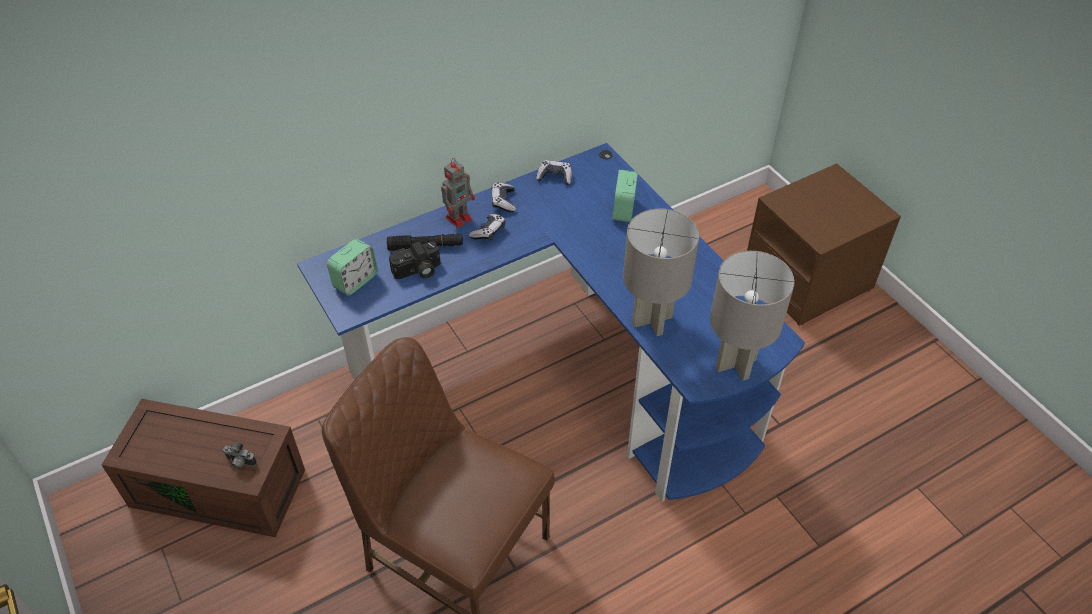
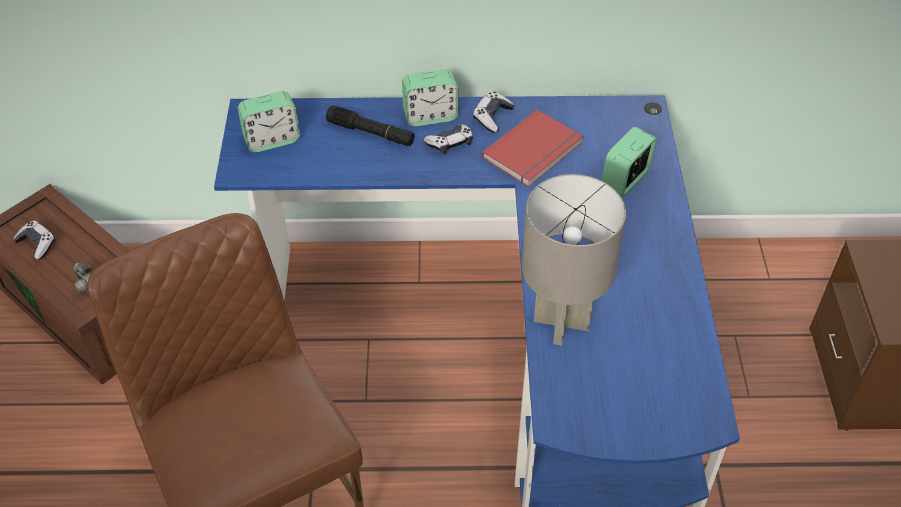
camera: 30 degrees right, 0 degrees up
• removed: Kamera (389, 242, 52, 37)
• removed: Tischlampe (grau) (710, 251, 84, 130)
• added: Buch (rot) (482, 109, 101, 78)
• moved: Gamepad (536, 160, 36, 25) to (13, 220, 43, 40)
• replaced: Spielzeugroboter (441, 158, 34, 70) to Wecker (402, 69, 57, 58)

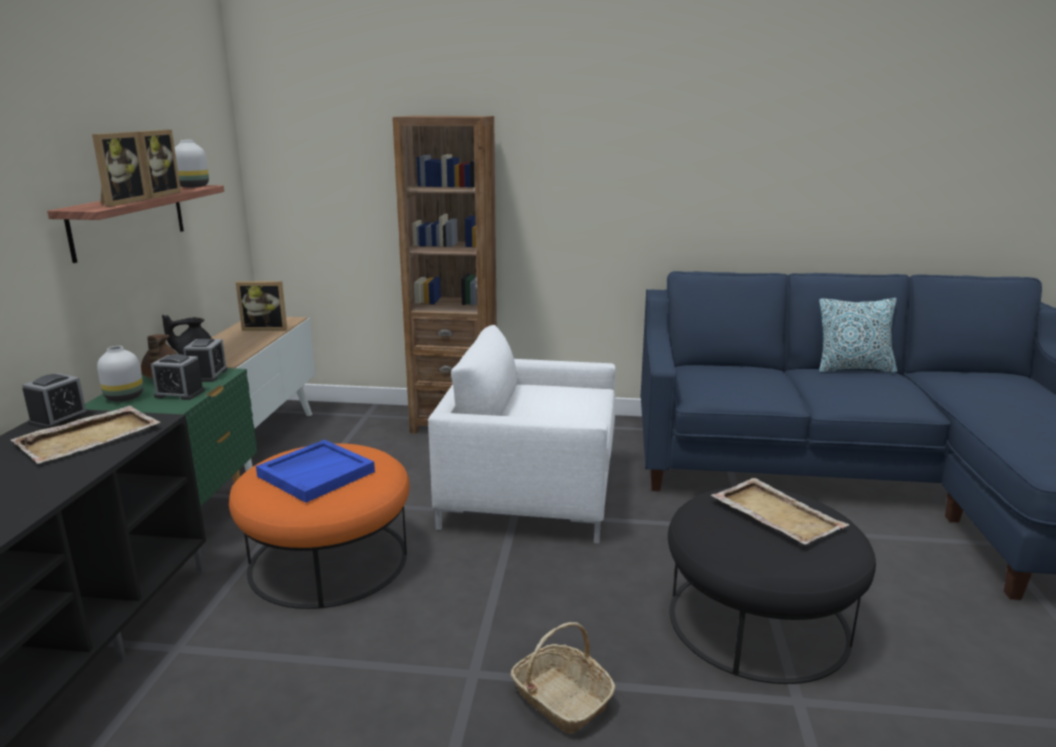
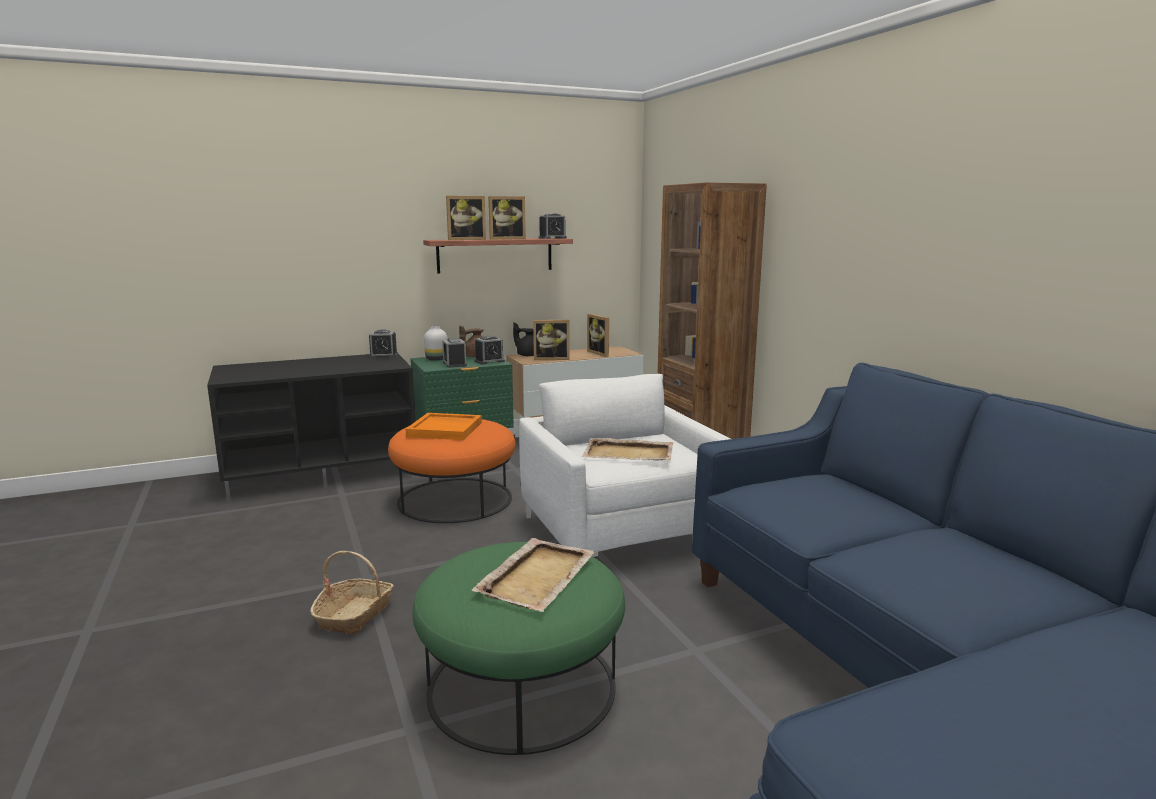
camera: 60 degrees right, 5 degrees down
• removed: Kissen (819, 298, 78, 75)
• added: Bilderrahmen (533, 320, 37, 40)
• moved: Tablett (beige) (11, 406, 150, 58) to (582, 438, 91, 22)
• replaced: Vase (weiß) (175, 140, 34, 48) to Wecker (539, 213, 28, 26)
• recoloured: Tablett (blau) (256, 440, 119, 63) to Tablett (orange) (406, 413, 76, 27)
• recoloured: Polsterhocker (schwarz) (668, 487, 208, 197) to Polsterhocker (grün) (412, 542, 213, 213)

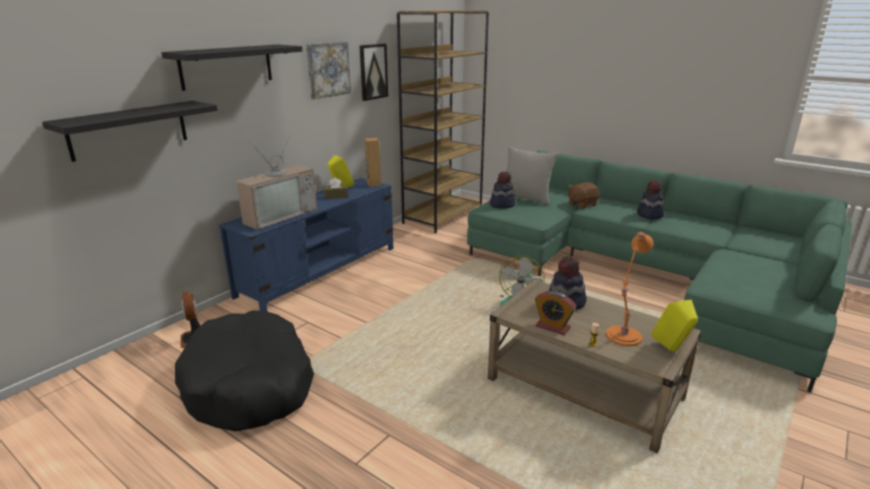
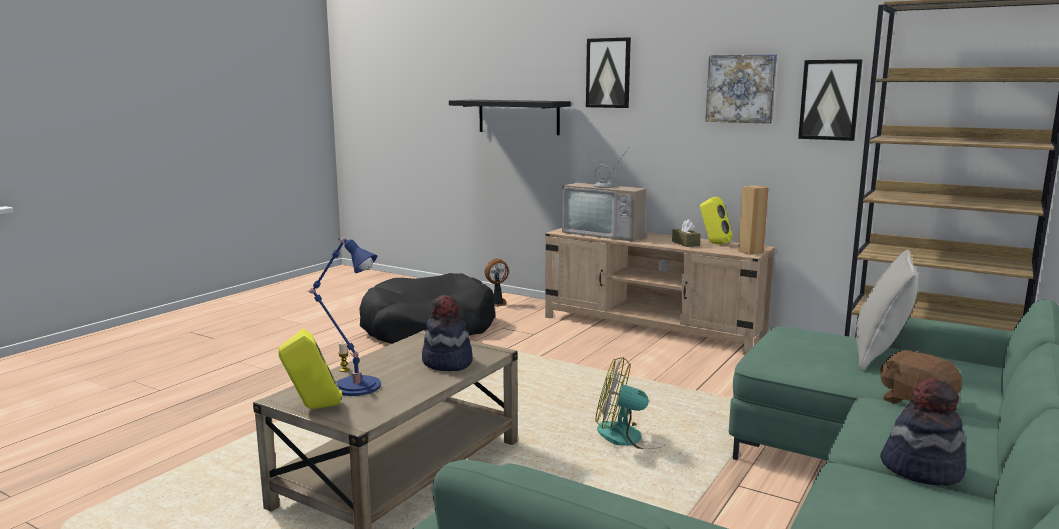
camera: 85 degrees right, 10 degrees down
• removed: Hut (490, 172, 26, 36)
• removed: Wecker (535, 290, 41, 45)
• replaced: Wandregal (schwarz) (161, 45, 141, 46) to Bild (586, 37, 45, 71)
• recoloured: Fernsehschrank (blau) (219, 178, 174, 133) to Fernsehschrank (beige) (545, 228, 230, 127)
• recoloured: Tischlampe (orange) (606, 232, 48, 114) to Tischlampe (blau) (309, 237, 72, 159)

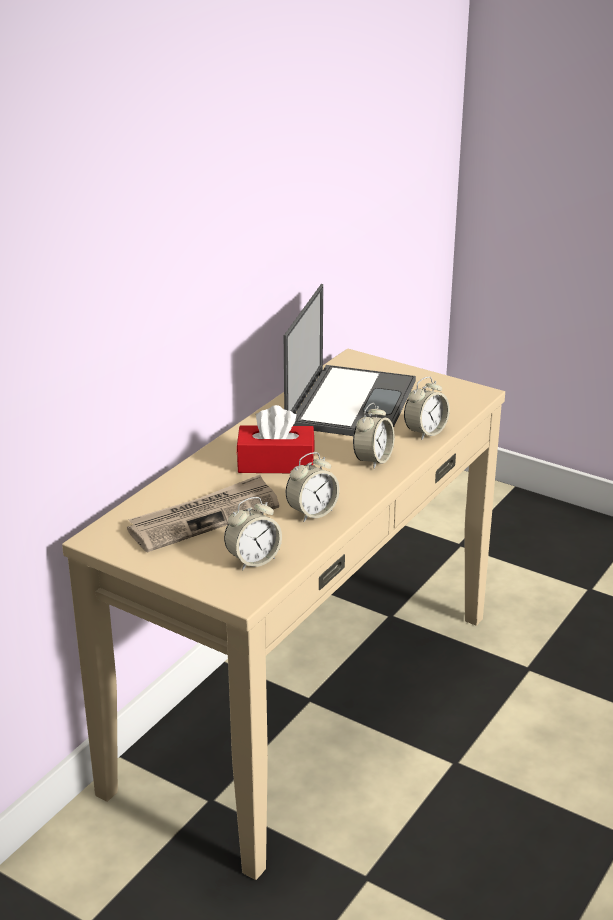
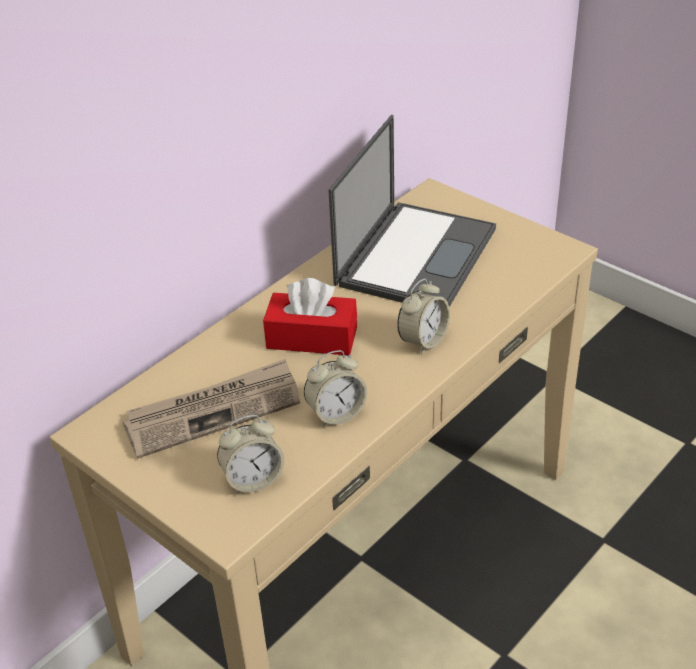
camera: 10 degrees right, 10 degrees up
• removed: Wecker (404, 377, 46, 63)

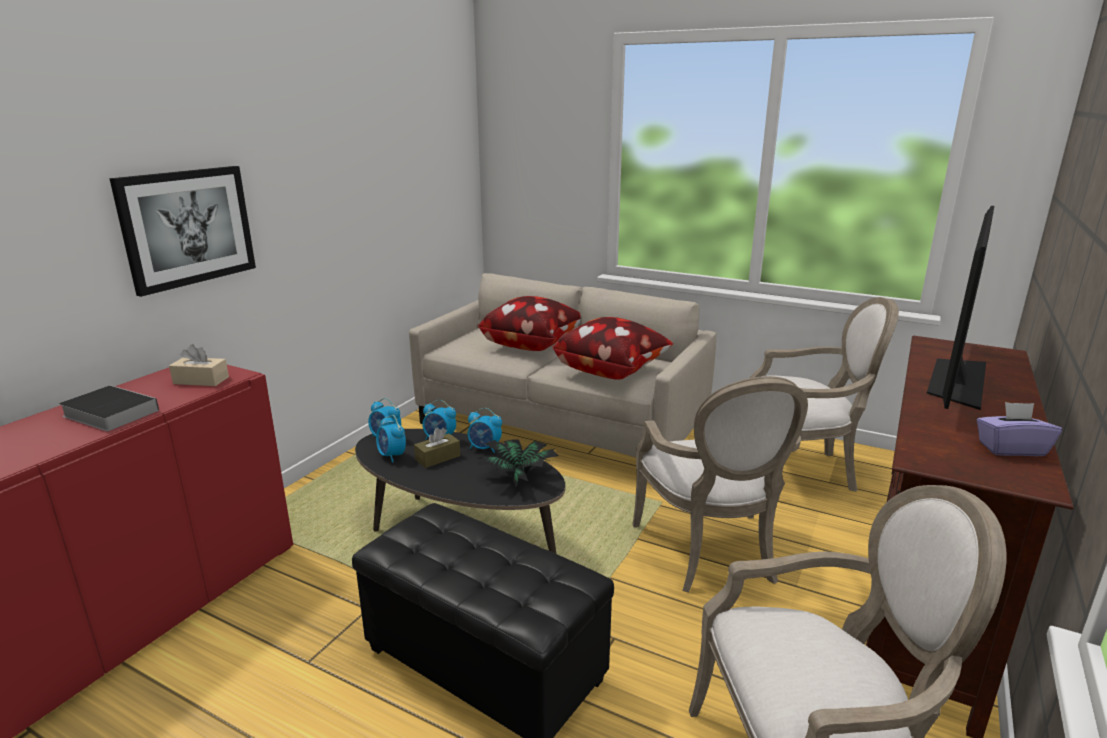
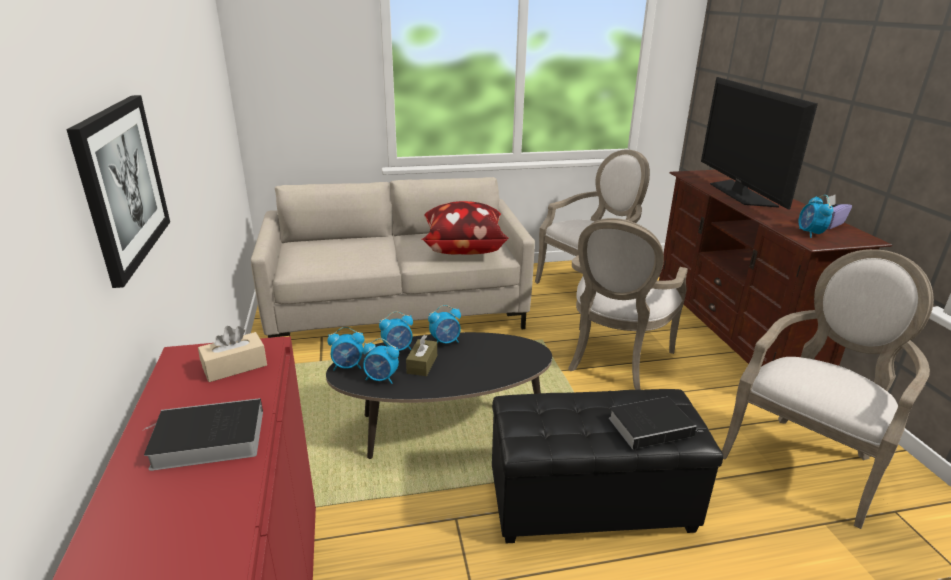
camera: 40 degrees left, 5 degrees up
• removed: Kissen (477, 296, 104, 55)
• removed: Topfpflanze (477, 439, 82, 48)
• added: Buch (609, 397, 95, 52)
• added: Wecker (799, 195, 34, 43)
• turned: Sessel (632, 376, 176, 216) = (568, 218, 120, 172) 75 degrees clockwise

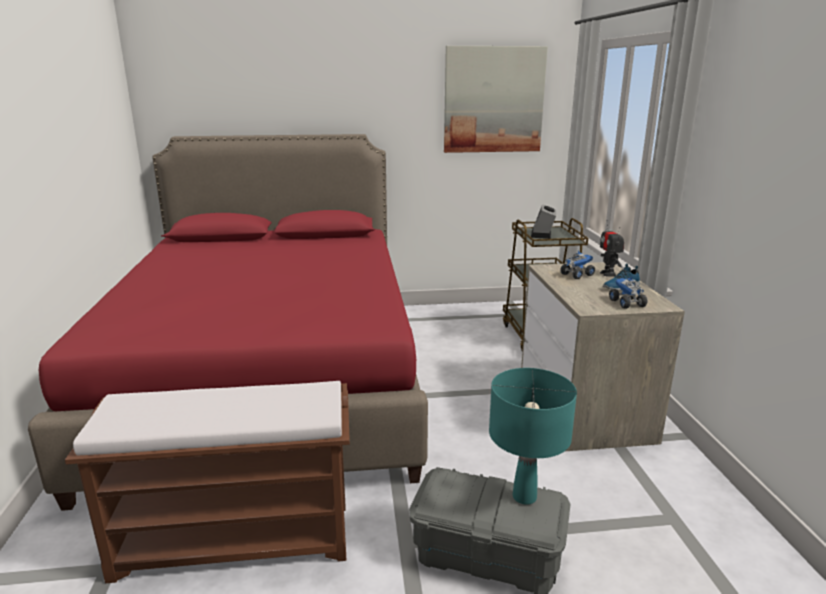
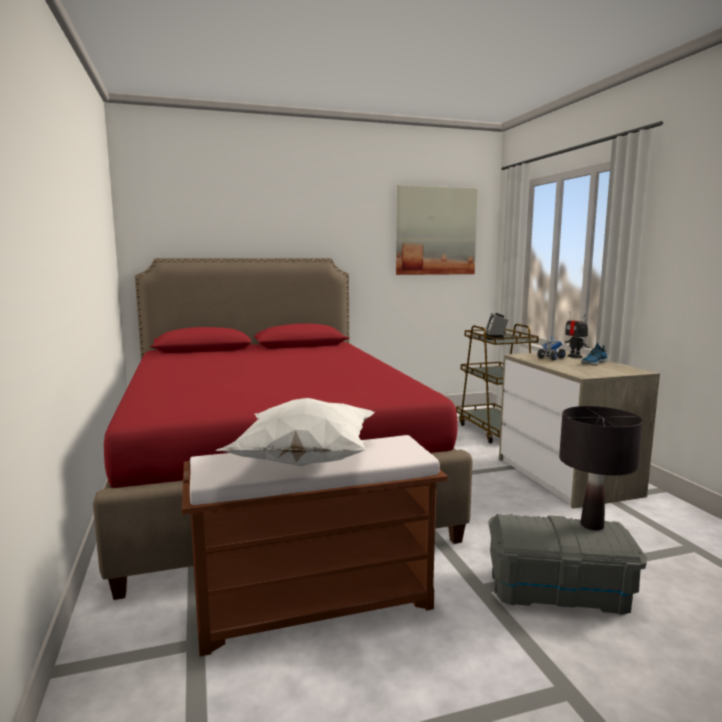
camera: 10 degrees left, 10 degrees down
• removed: Spielzeuglaster (609, 276, 38, 33)
• added: Kissen (weiß) (216, 398, 159, 68)
• recoloured: Tischlampe (türkis) (489, 368, 88, 137) to Tischlampe (schwarz) (559, 406, 84, 124)

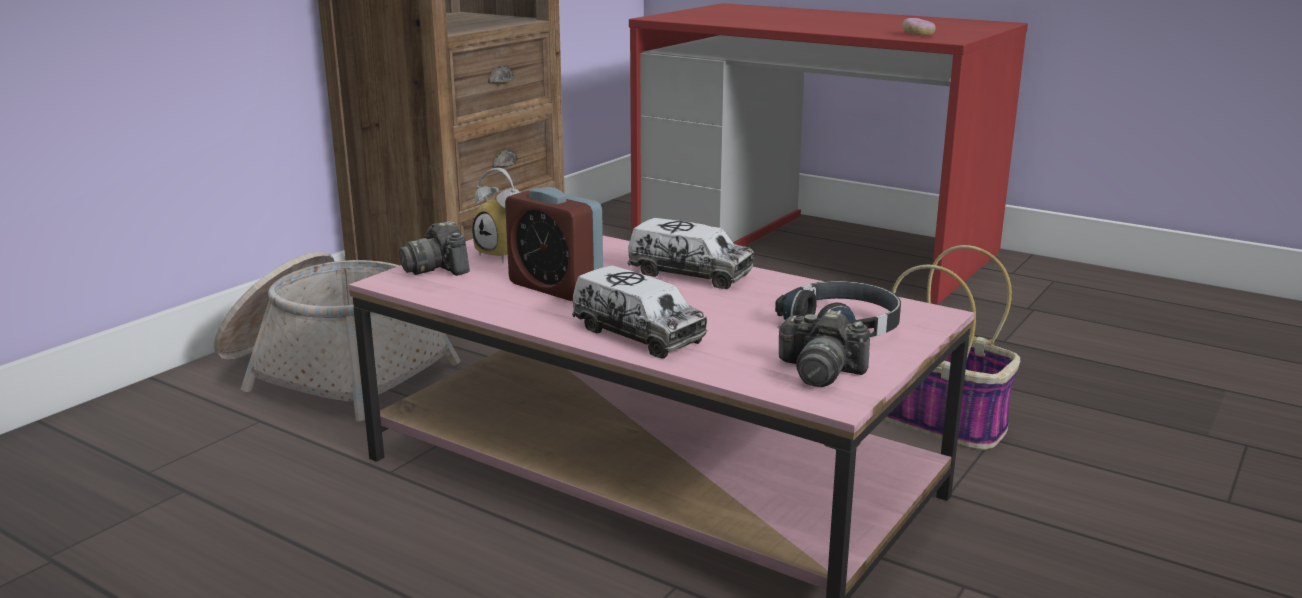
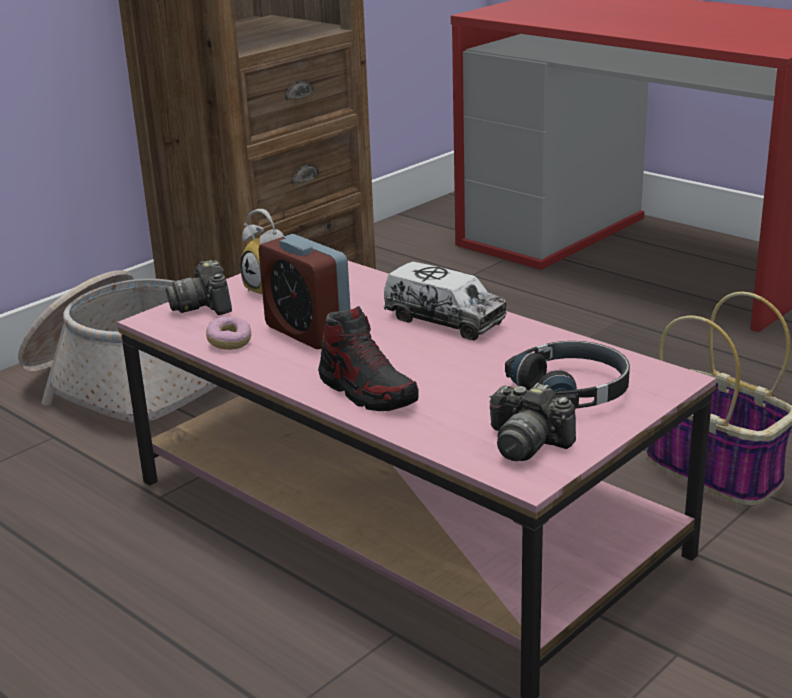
camera: 10 degrees right, 5 degrees up
• moved: Donut (902, 18, 33, 18) to (206, 317, 45, 33)
• replaced: Spielzeuglaster (572, 265, 135, 94) to Schuh (318, 306, 100, 105)

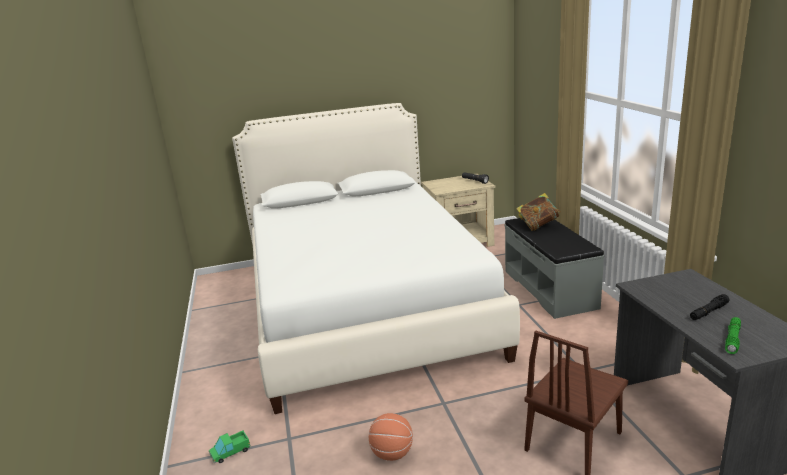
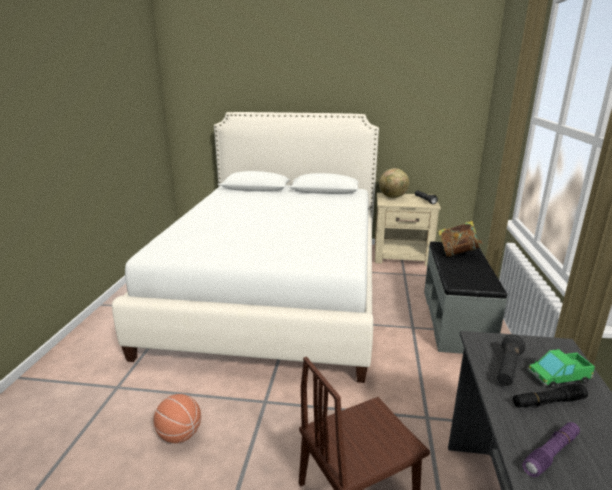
camera: 20 degrees right, 0 degrees up
• added: Globus (379, 168, 30, 30)
• added: Taschenlampe (schwarz) (498, 334, 27, 52)
• moved: Spielzeuglaster (209, 431, 42, 32) to (528, 349, 67, 39)
• recoloured: Taschenlampe (grün) (725, 317, 16, 37) to Taschenlampe (lila) (522, 422, 58, 55)

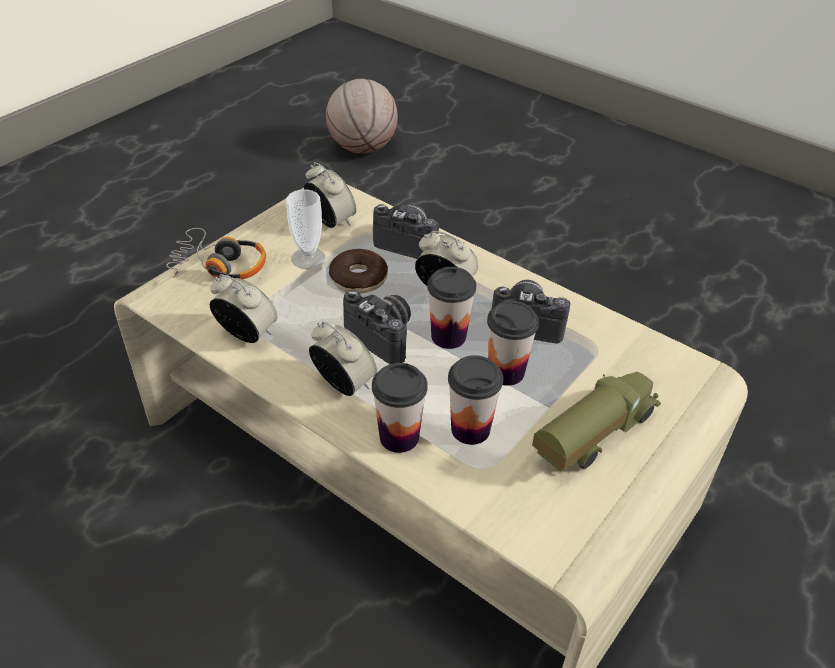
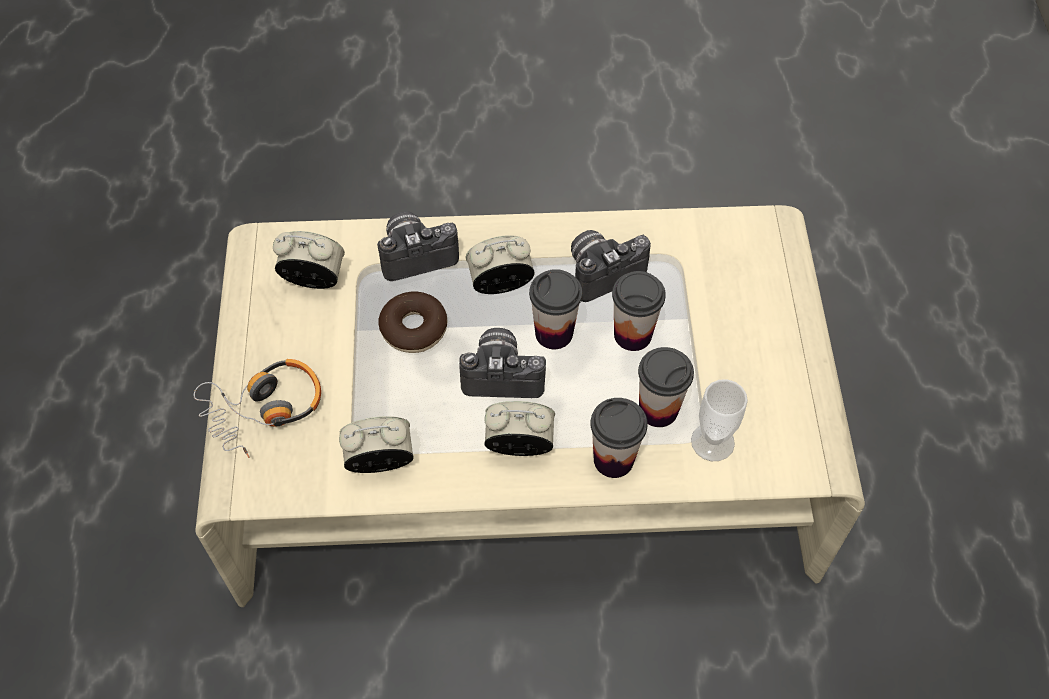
camera: 40 degrees left, 15 degrees up
• removed: Basketball (326, 79, 72, 75)
• removed: Spielzeuglaster (532, 372, 129, 100)
• moved: Tasse (286, 189, 40, 80) to (691, 379, 57, 82)

